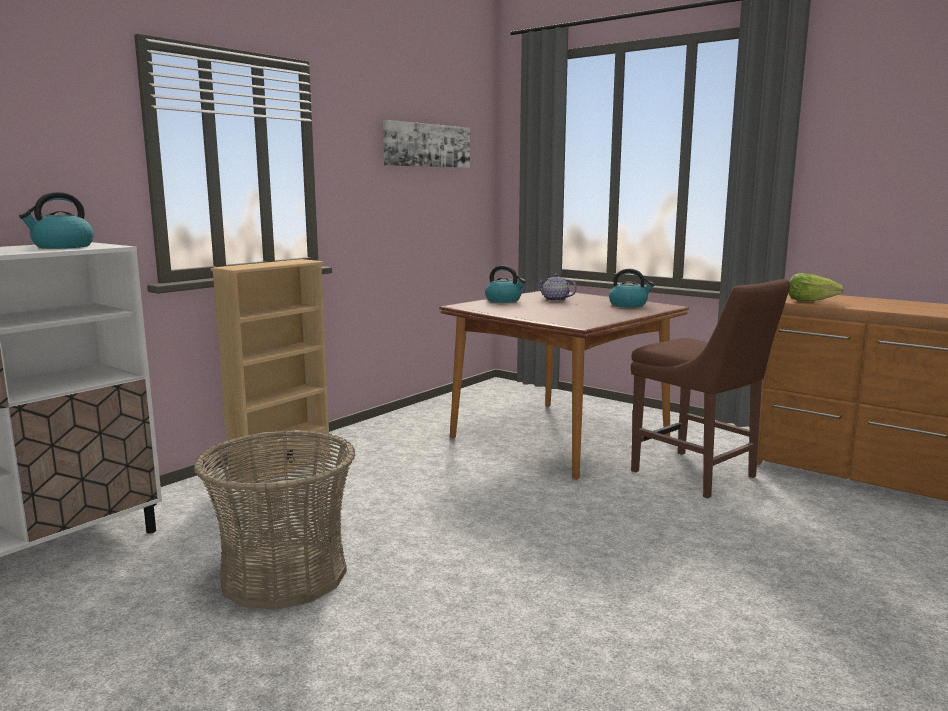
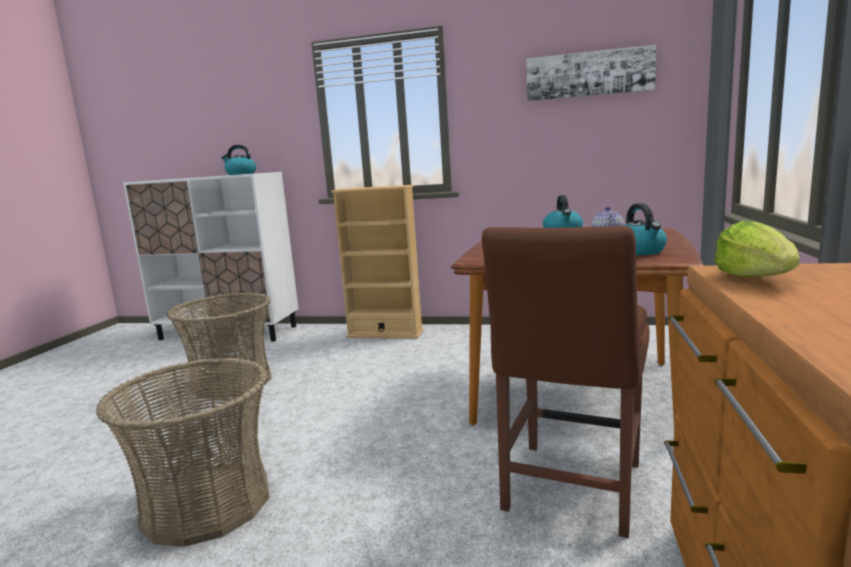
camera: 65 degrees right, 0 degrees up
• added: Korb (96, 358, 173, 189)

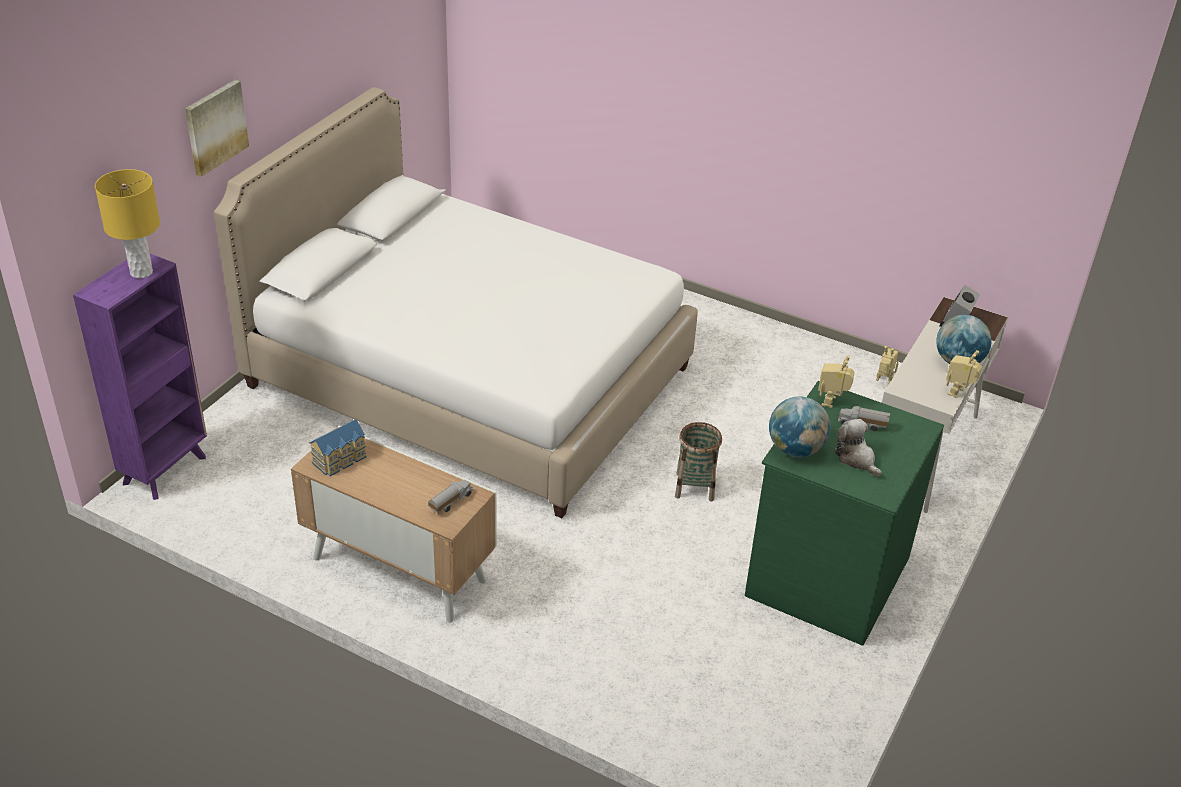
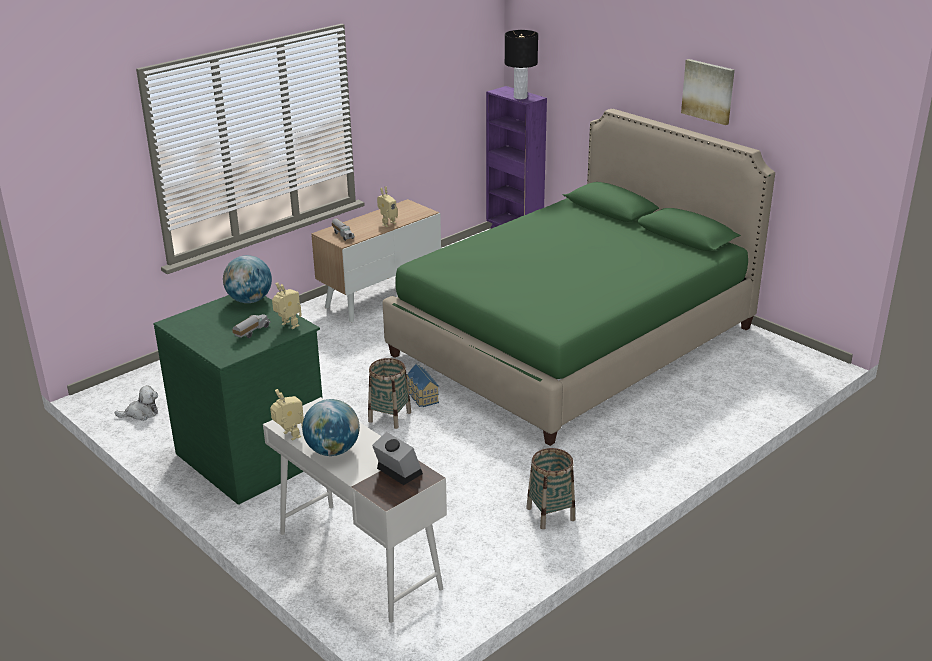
camera: 110 degrees right, 10 degrees down
• added: Korb (526, 448, 49, 81)
• moved: Bild (185, 80, 64, 97) to (681, 59, 54, 66)
• moved: Spielzeughaus (309, 419, 58, 57) to (407, 364, 32, 43)
• moved: Plüschtier (834, 419, 48, 58) to (115, 385, 43, 36)
• moved: Spielzeugroboter (876, 346, 23, 39) to (377, 187, 21, 40)
• recoloured: Tischlampe (gelb) (95, 169, 65, 110) to Tischlampe (schwarz) (505, 30, 33, 69)
• recoloured: Bett (weiß) (214, 87, 484, 431) to Bett (grün) (383, 109, 392, 337)

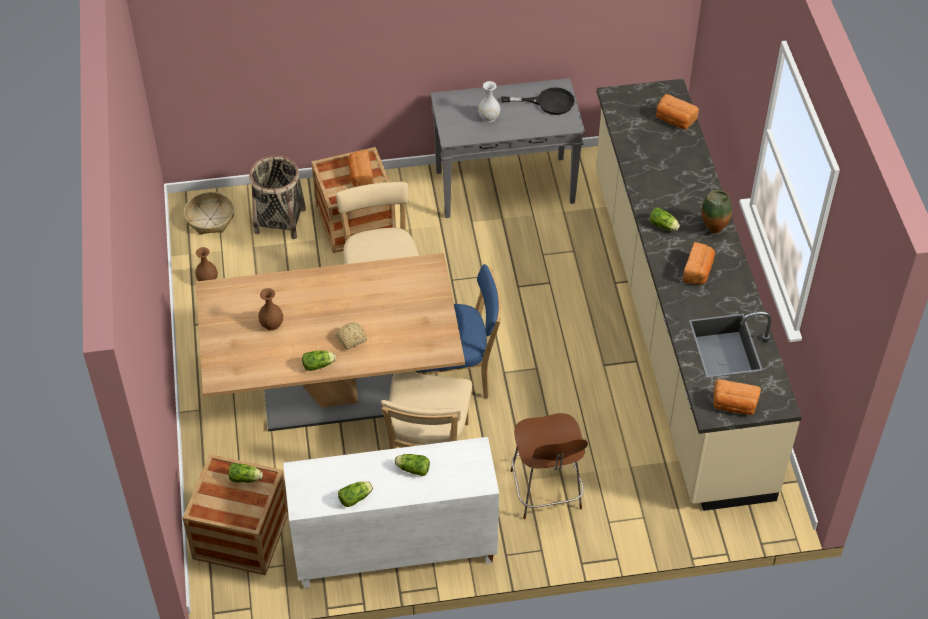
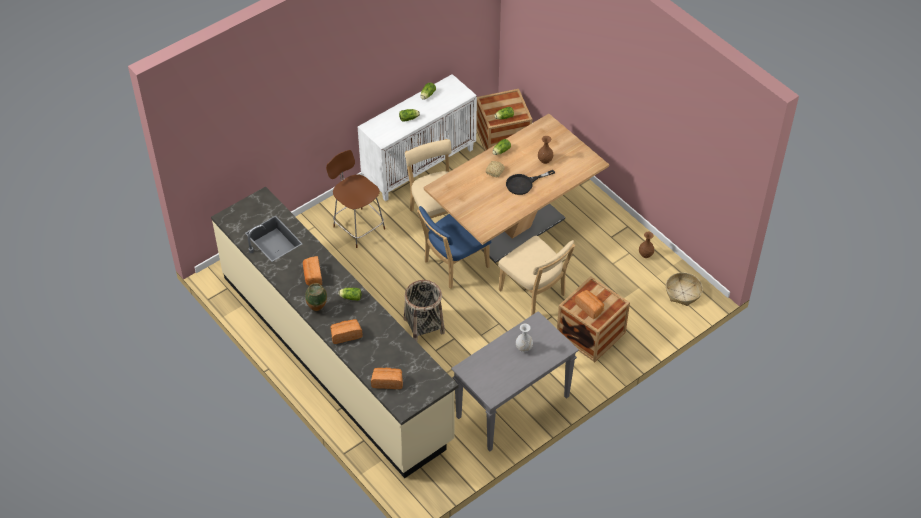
camera: 150 degrees right, 0 degrees up
• moved: Korb (249, 155, 57, 84) to (404, 280, 41, 62)
• moved: Pfanne (schwarz) (501, 87, 74, 28) to (506, 170, 49, 25)
• moved: Brot (713, 379, 48, 36) to (330, 319, 33, 25)

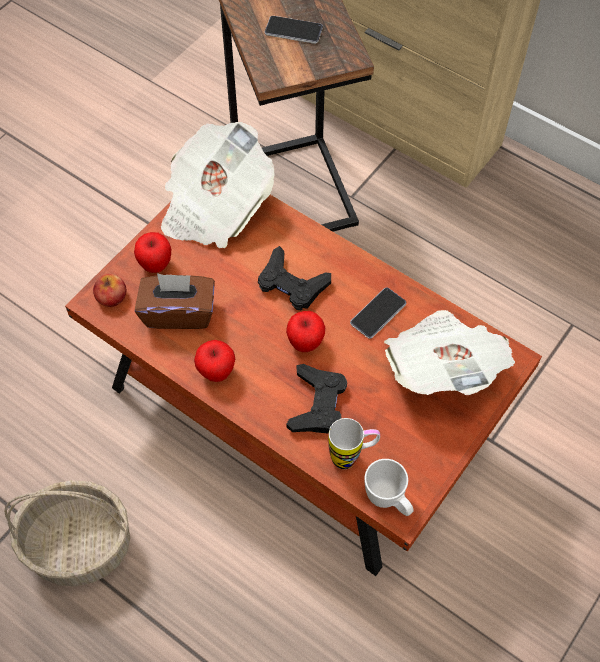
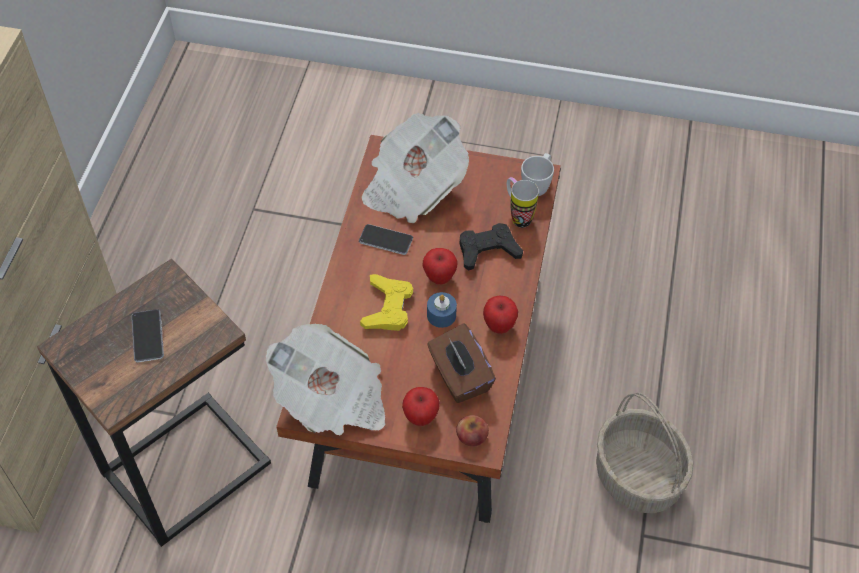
camera: 115 degrees left, 5 degrees down
• added: Kerze (blau) (427, 292, 30, 36)
• recoloured: Gamepad (schwarz) (258, 246, 73, 65) to Gamepad (gelb) (360, 274, 53, 57)

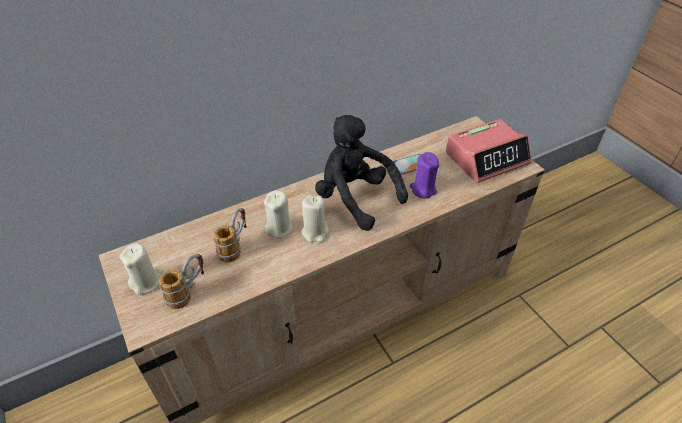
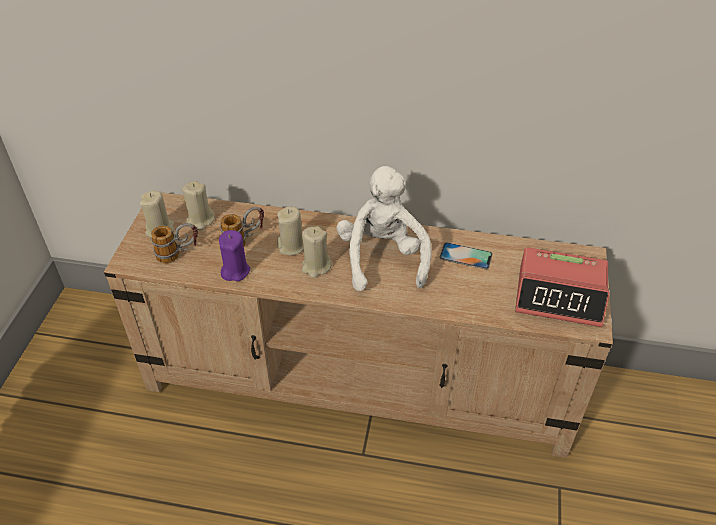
camera: 40 degrees right, 0 degrees up
• added: Kerze (beige) (182, 181, 33, 49)
• moved: Kerze (lila) (410, 152, 29, 46) to (219, 230, 31, 51)
• recoloured: Plüschtier (schwarz) (315, 115, 93, 116) to Plüschtier (weiß) (336, 166, 96, 125)

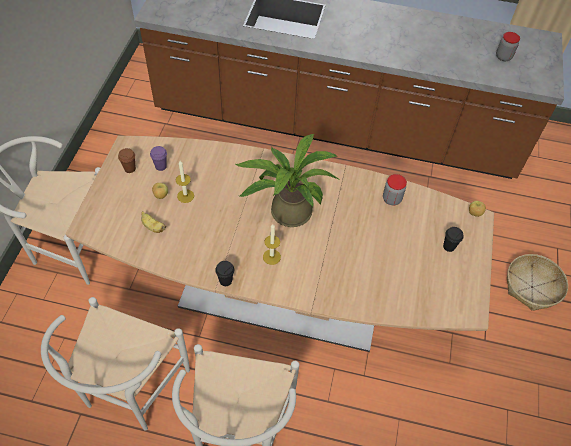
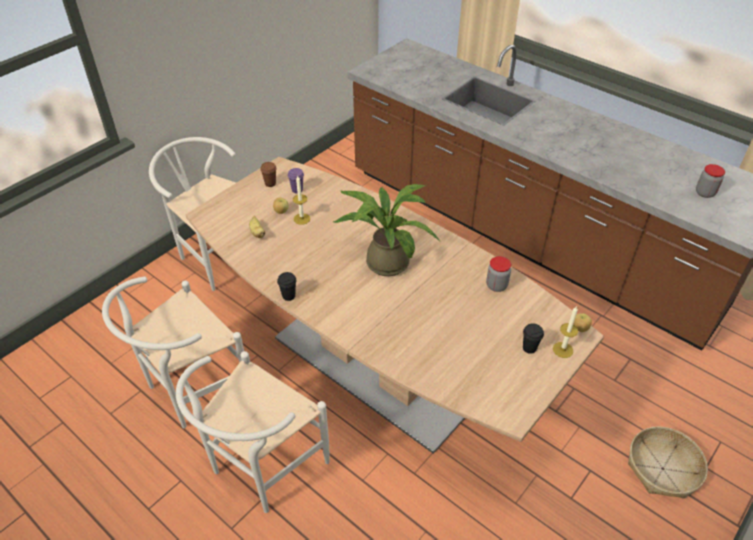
camera: 30 degrees right, 10 degrees down
• moved: Kerze (263, 224, 18, 41) to (553, 306, 25, 52)

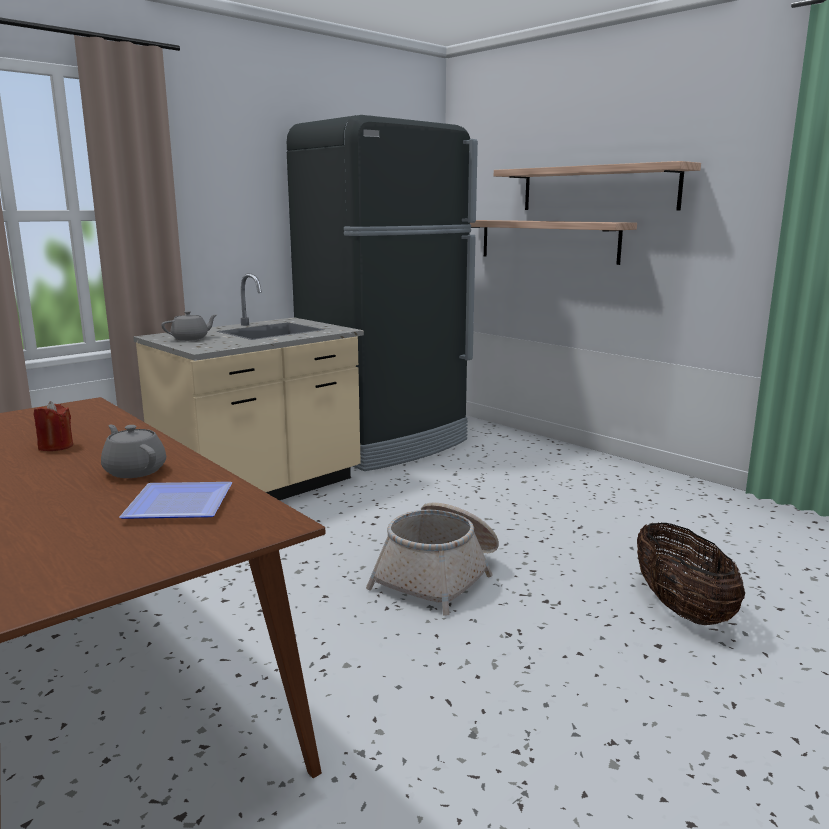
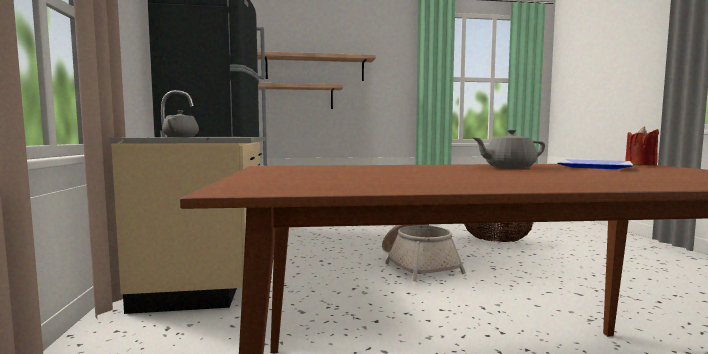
camera: 55 degrees left, 10 degrees down
• moved: Kerze (rot) (34, 401, 39, 50) to (625, 126, 34, 40)

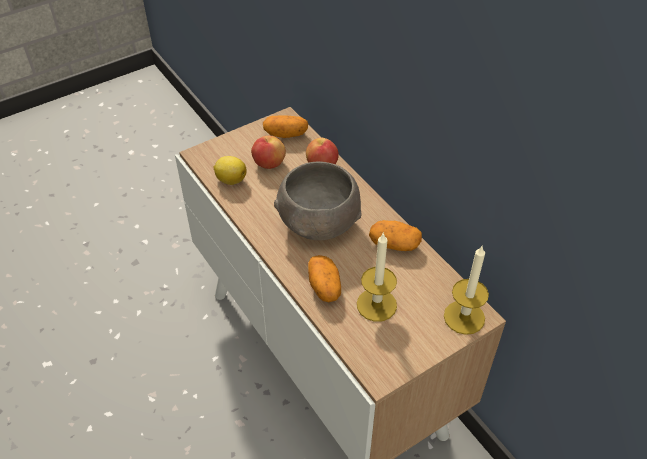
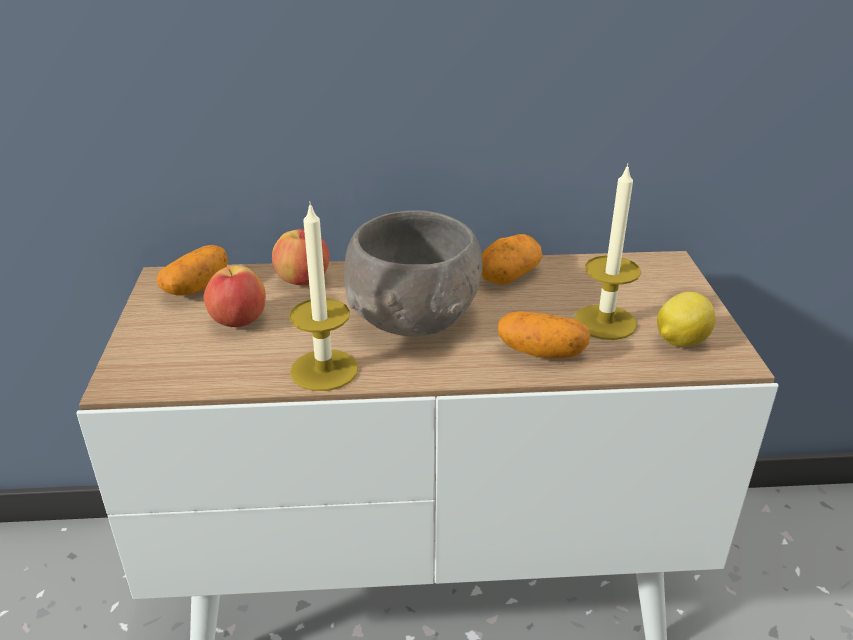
camera: 60 degrees left, 15 degrees down
• moved: Zitrone (214, 156, 33, 29) to (657, 292, 59, 55)
• moved: Kerze (444, 246, 45, 89) to (289, 201, 69, 190)

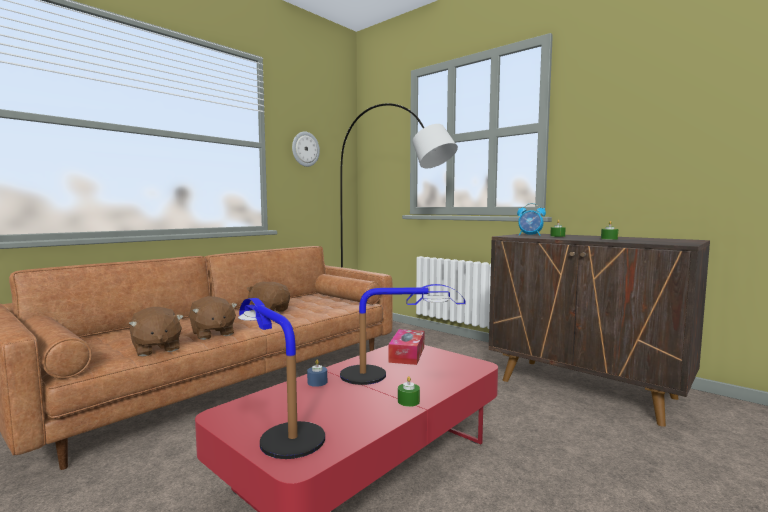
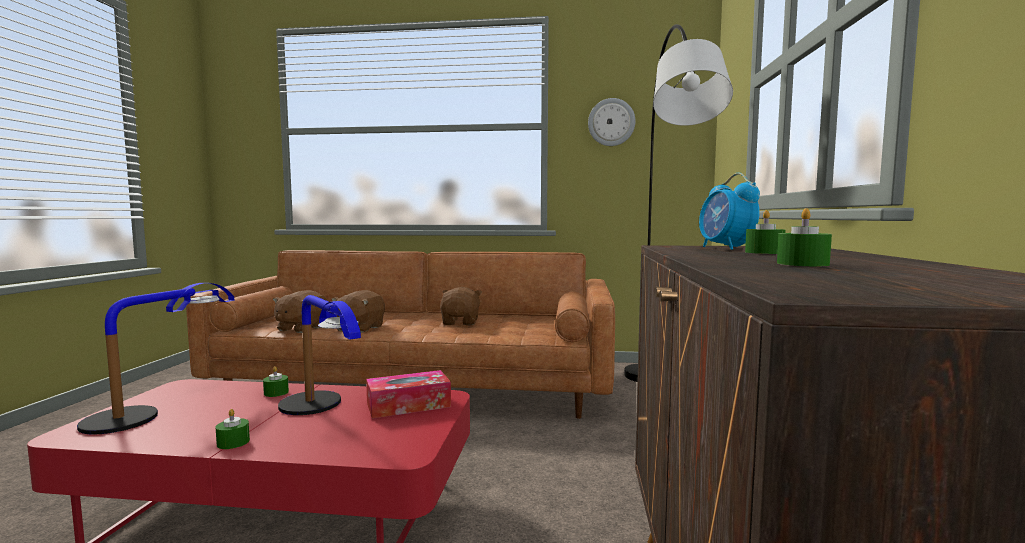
camera: 55 degrees right, 0 degrees up
• recoloured: Kerze (blau) (307, 359, 20, 28) to Kerze (grün) (263, 366, 26, 31)

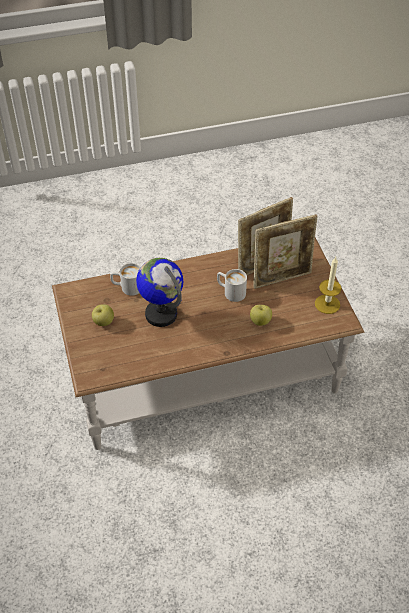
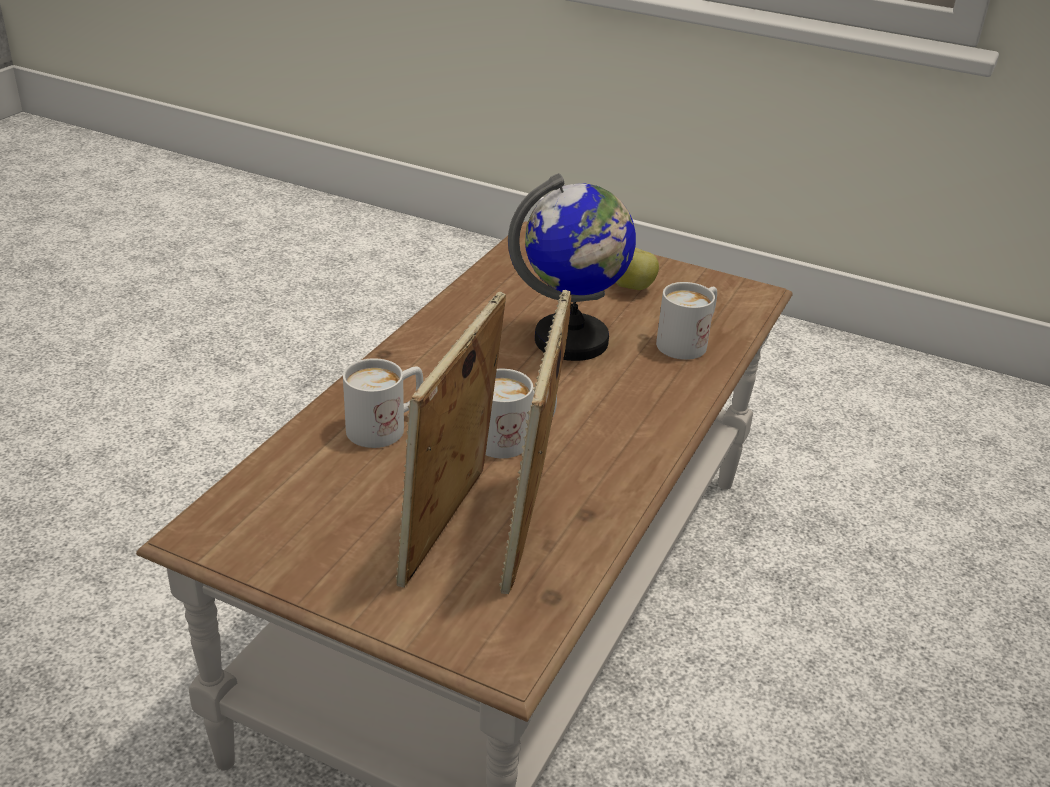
camera: 130 degrees right, 15 degrees down
• removed: Kerze (315, 257, 26, 57)
• replaced: Apfel (250, 305, 22, 21) to Henkelbecher (weiß) (343, 358, 80, 90)

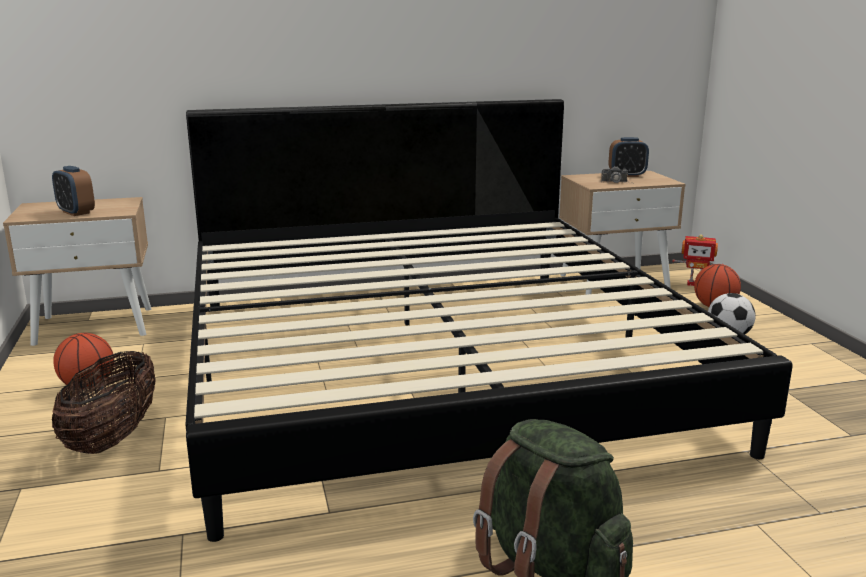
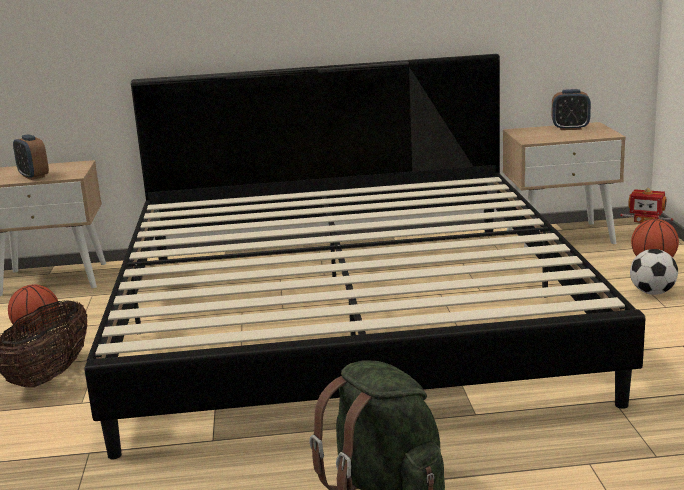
camera: 10 degrees right, 0 degrees up
• removed: Kamera (601, 166, 33, 18)

